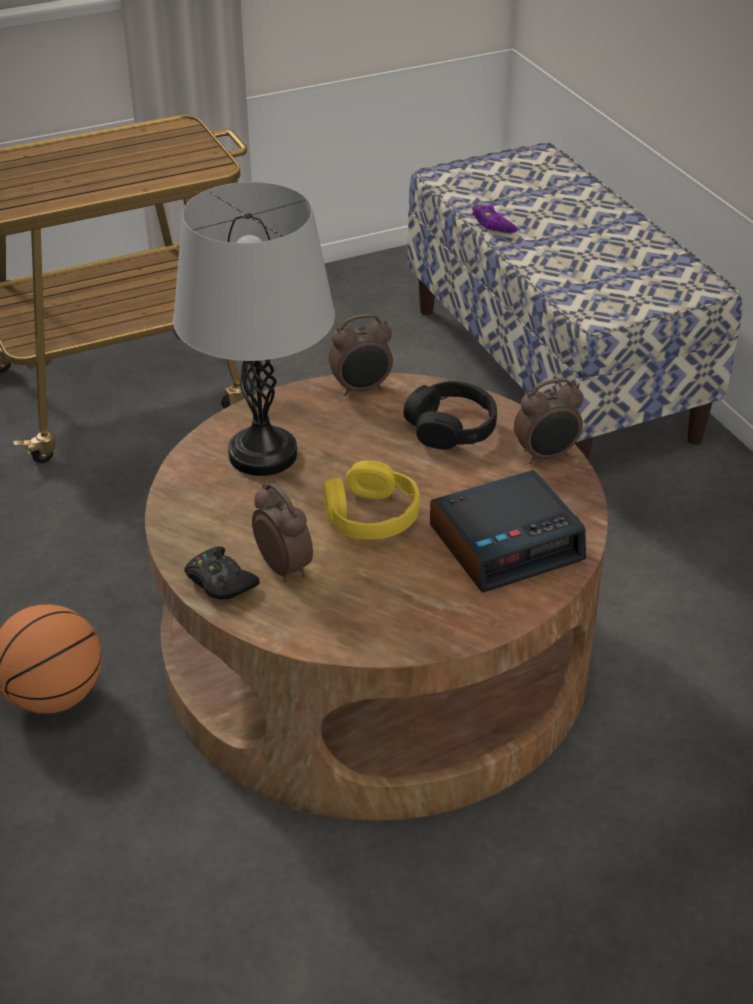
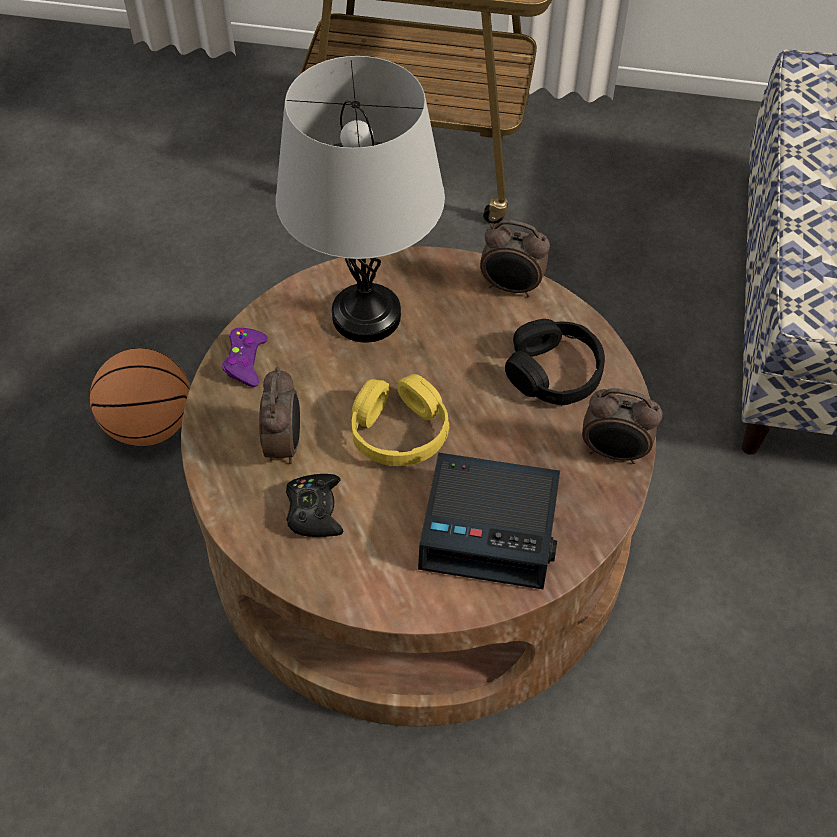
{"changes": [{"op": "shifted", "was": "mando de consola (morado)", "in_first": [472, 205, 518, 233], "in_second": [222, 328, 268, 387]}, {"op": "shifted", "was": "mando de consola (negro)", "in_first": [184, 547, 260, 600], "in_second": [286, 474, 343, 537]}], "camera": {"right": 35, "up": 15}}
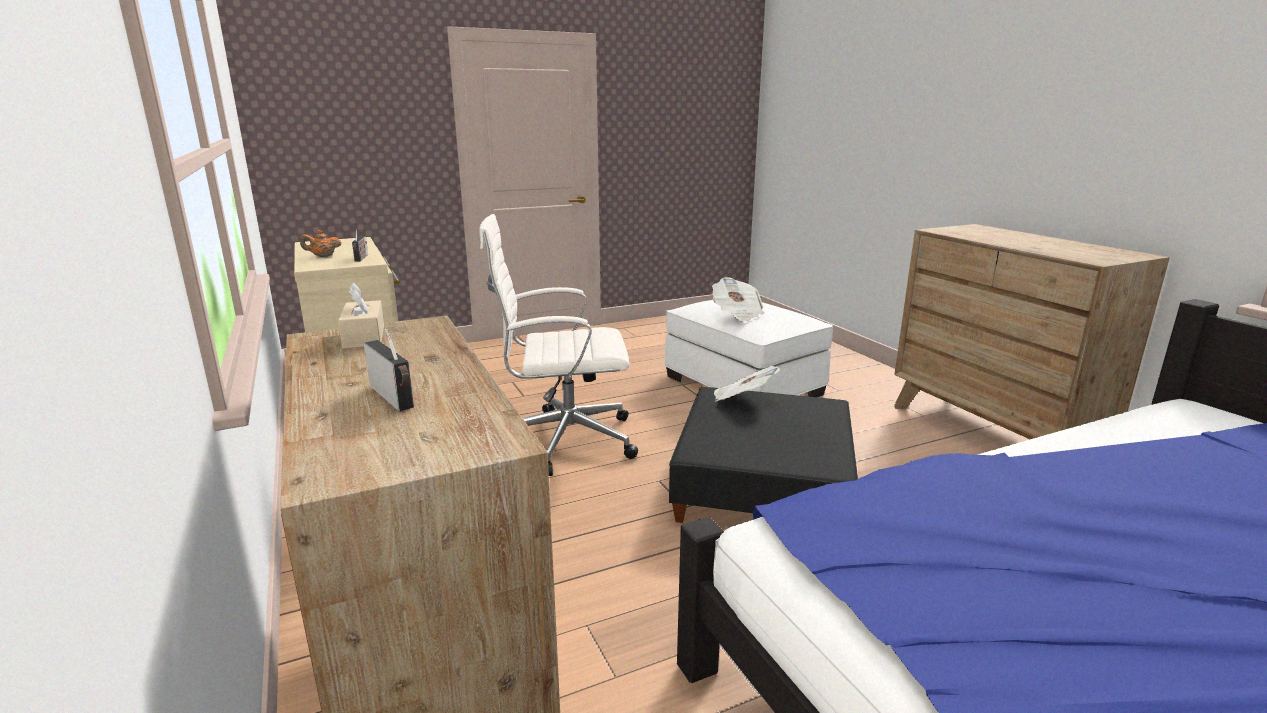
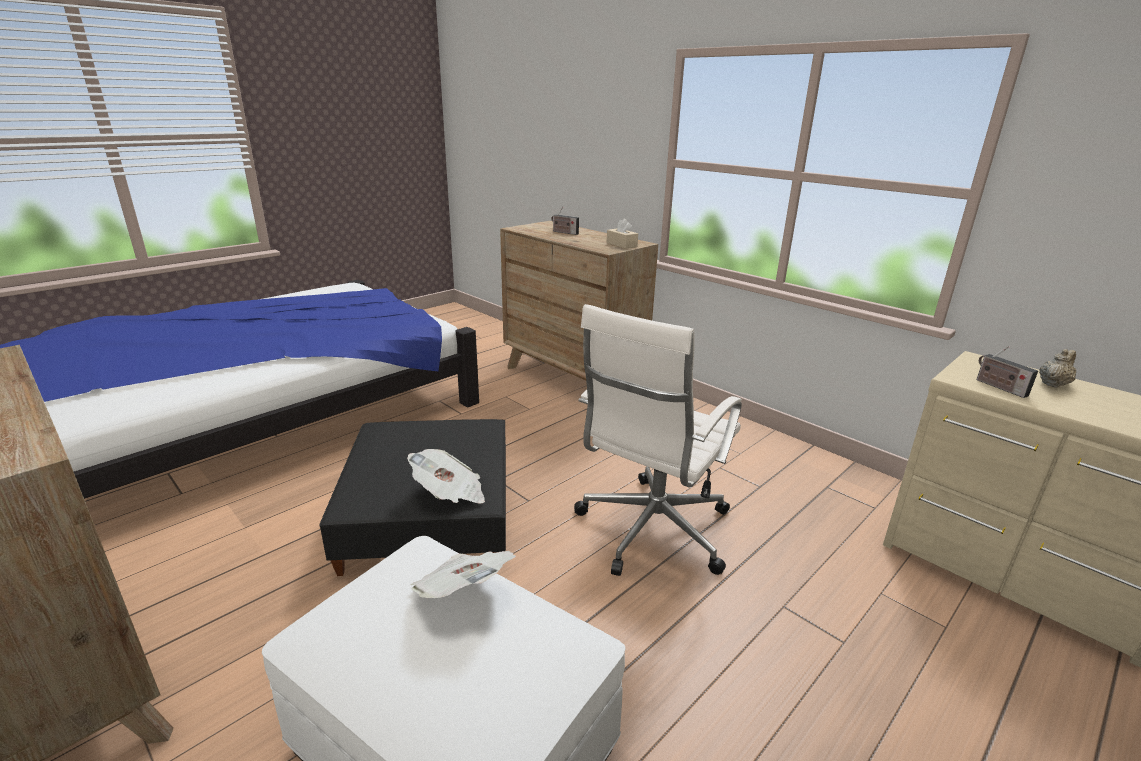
{"changes": [{"op": "rotated", "was": "silla de oficina (blanco)", "in_first": [479, 214, 638, 476], "in_second": [574, 304, 742, 576], "clockwise": 150}, {"op": "repainted", "was": "tetera (naranja)", "now": "tetera (beis)", "in_first": [300, 230, 341, 257], "in_second": [1039, 349, 1076, 388]}], "camera": {"right": 160, "up": 5}}
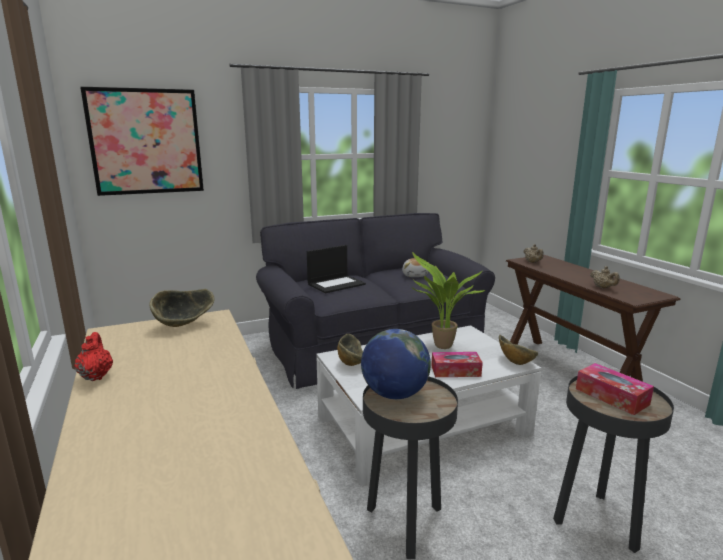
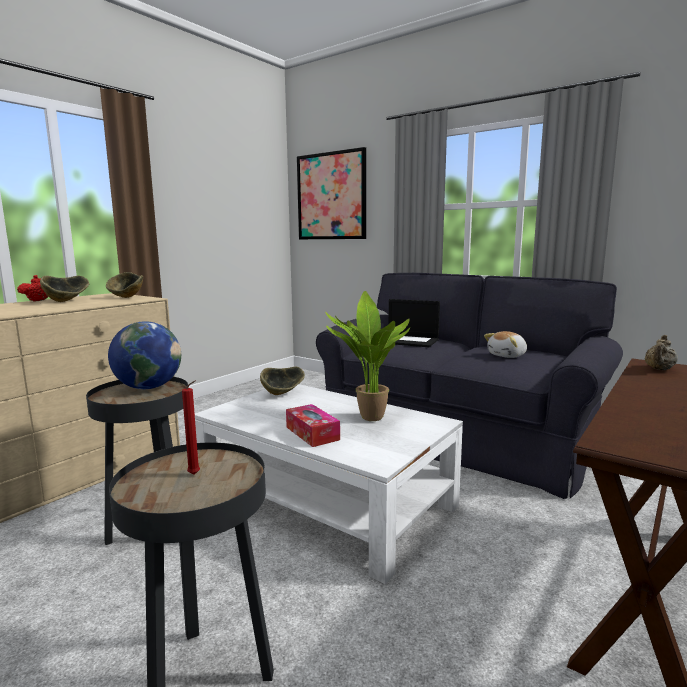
{"changes": [{"op": "gone", "was": "tetera (beis)", "in_first": [590, 266, 619, 288]}, {"op": "shifted", "was": "cuenco", "in_first": [499, 335, 538, 365], "in_second": [40, 276, 89, 302]}, {"op": "swapped", "was": "caja de pañuelos", "now": "vela (rojo)", "in_first": [576, 363, 654, 415], "in_second": [182, 380, 200, 474]}], "camera": {"right": 60, "up": -5}}
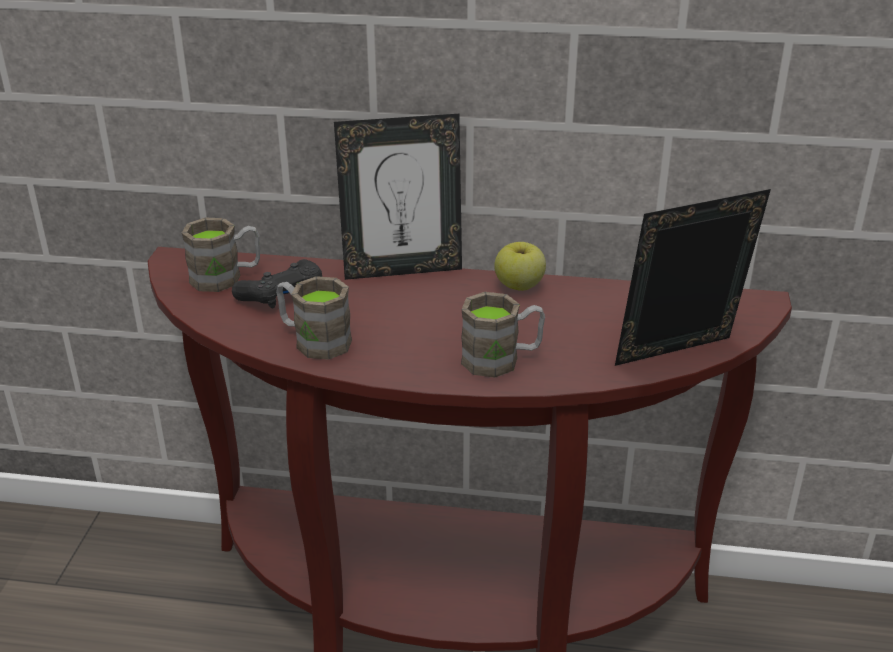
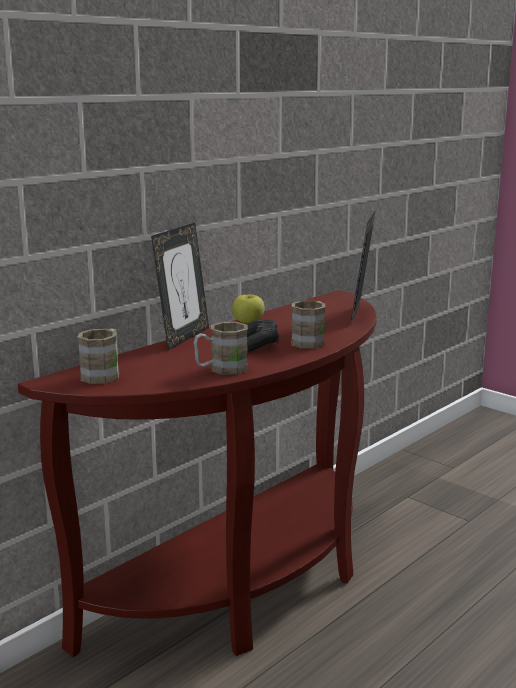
{"changes": [{"op": "shifted", "was": "mando de consola (negro)", "in_first": [232, 259, 322, 308], "in_second": [246, 319, 279, 352]}], "camera": {"right": -55, "up": -15}}
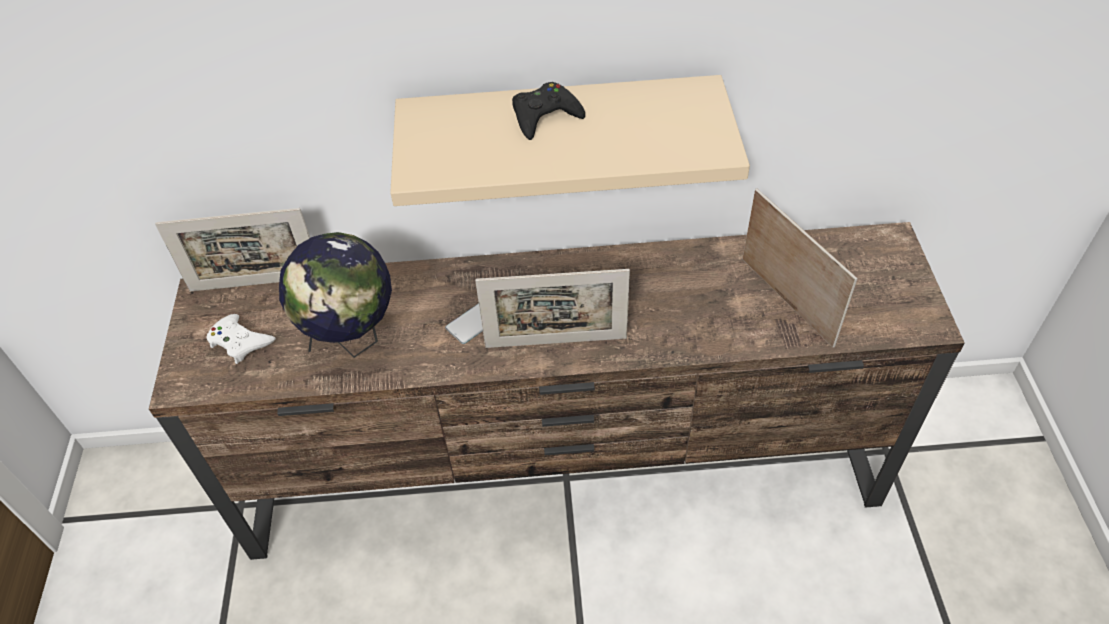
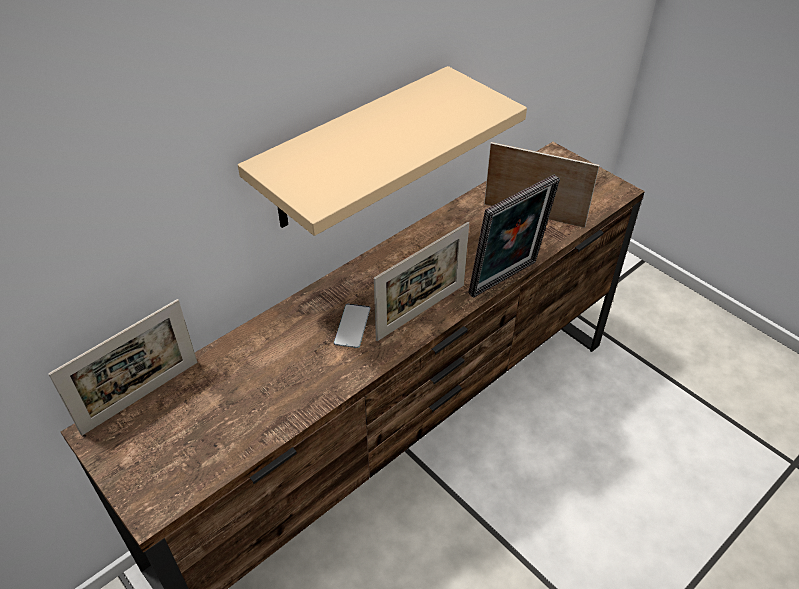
{"changes": [{"op": "gone", "was": "mando de consola (negro)", "in_first": [512, 82, 585, 140]}, {"op": "gone", "was": "globo terráqueo", "in_first": [279, 232, 392, 358]}, {"op": "gone", "was": "mando de consola (blanco)", "in_first": [206, 314, 275, 364]}, {"op": "new", "now": "portarretratos", "in_second": [469, 175, 560, 298]}], "camera": {"right": -40, "up": -5}}
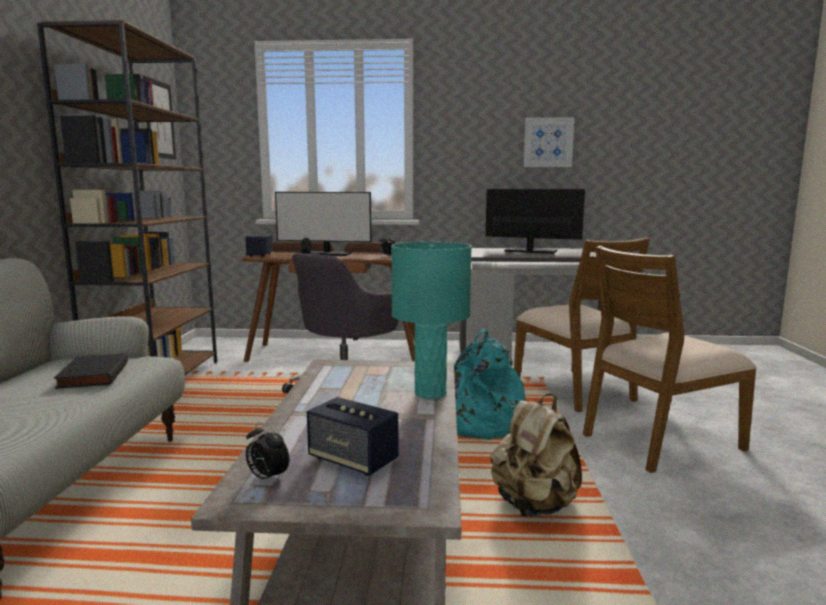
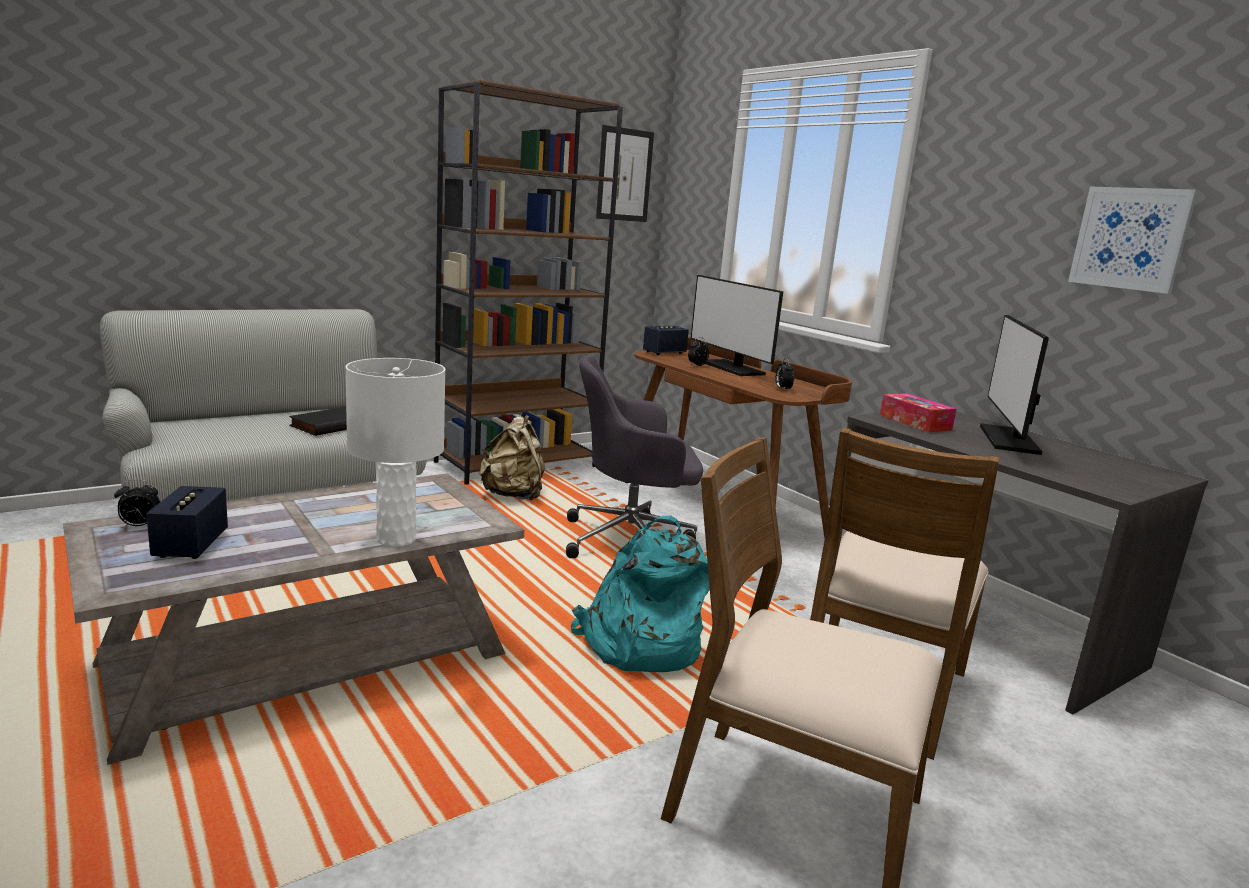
{"changes": [{"op": "rotated", "was": "monitor", "in_first": [486, 189, 585, 254], "in_second": [980, 315, 1049, 455], "clockwise": -150}, {"op": "repainted", "was": "lámpara de mesa (turquesa)", "now": "lámpara de mesa (blanco)", "in_first": [391, 242, 472, 399], "in_second": [345, 358, 446, 547]}, {"op": "shifted", "was": "mochila (beis)", "in_first": [491, 394, 582, 517], "in_second": [479, 415, 545, 501]}, {"op": "rotated", "was": "despertador", "in_first": [246, 423, 289, 483], "in_second": [114, 479, 160, 528], "clockwise": -105}, {"op": "new", "now": "caja de pañuelos", "in_second": [880, 393, 956, 432]}], "camera": {"right": 50, "up": 5}}
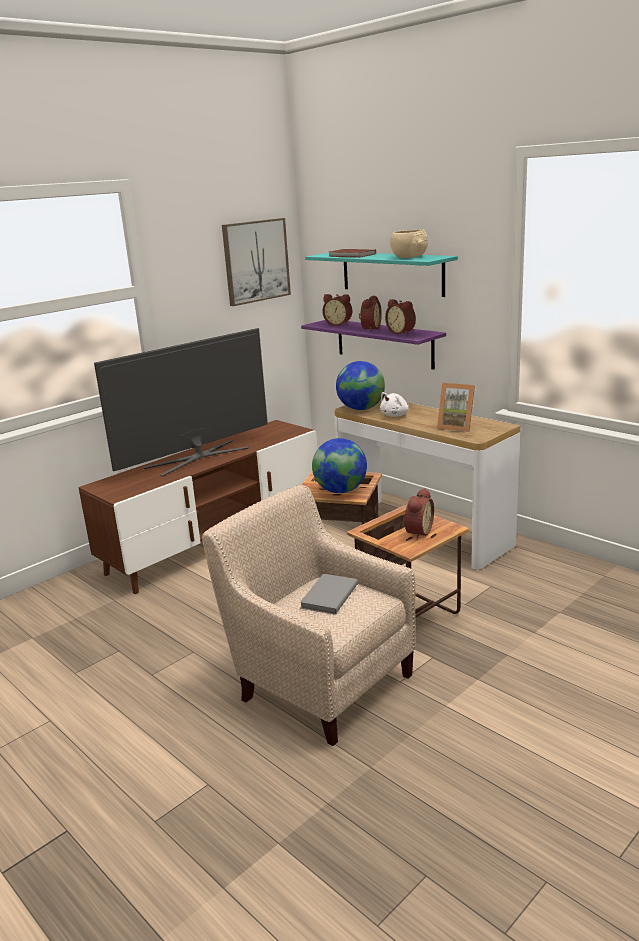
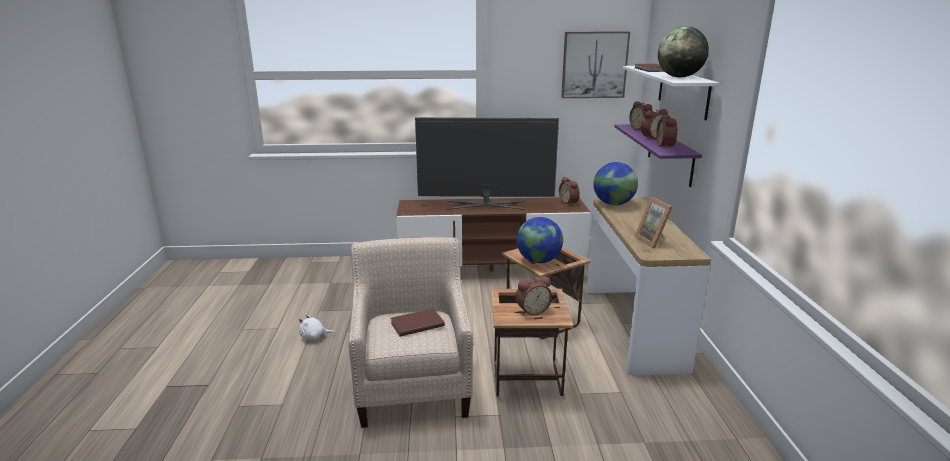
{"changes": [{"op": "swapped", "was": "cuenco (beis)", "now": "globo terráqueo", "in_first": [390, 230, 428, 258], "in_second": [658, 26, 709, 77]}, {"op": "repainted", "was": "estante (turquesa)", "now": "estante (blanco)", "in_first": [305, 253, 458, 297], "in_second": [623, 66, 719, 121]}, {"op": "shifted", "was": "peluche (blanco)", "in_first": [380, 392, 409, 417], "in_second": [299, 314, 335, 340]}, {"op": "repainted", "was": "libro (gris)", "now": "libro (marrón)", "in_first": [300, 574, 358, 615], "in_second": [390, 308, 445, 337]}, {"op": "new", "now": "despertador", "in_second": [559, 177, 580, 206]}], "camera": {"right": 40, "up": 0}}
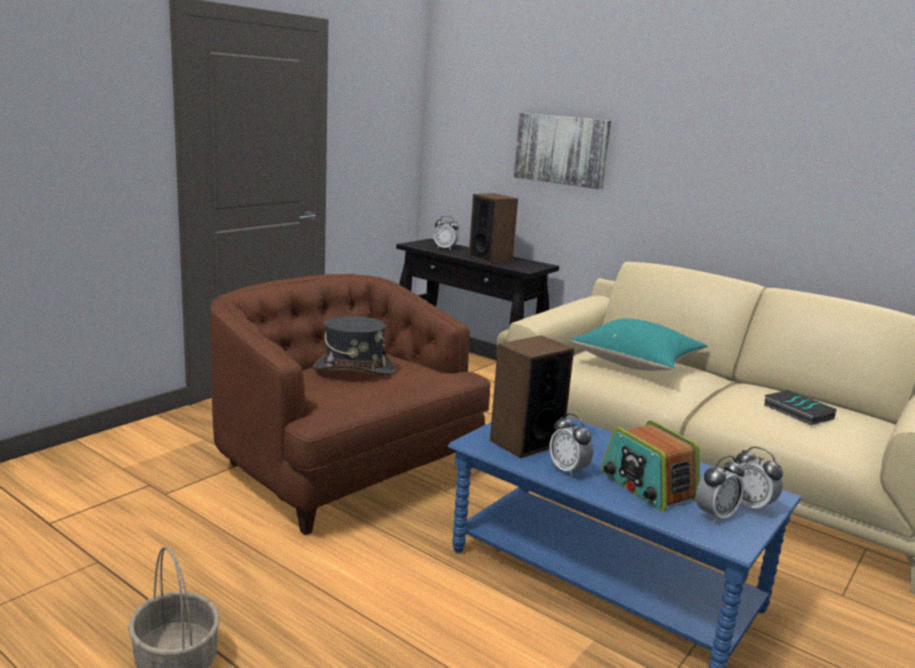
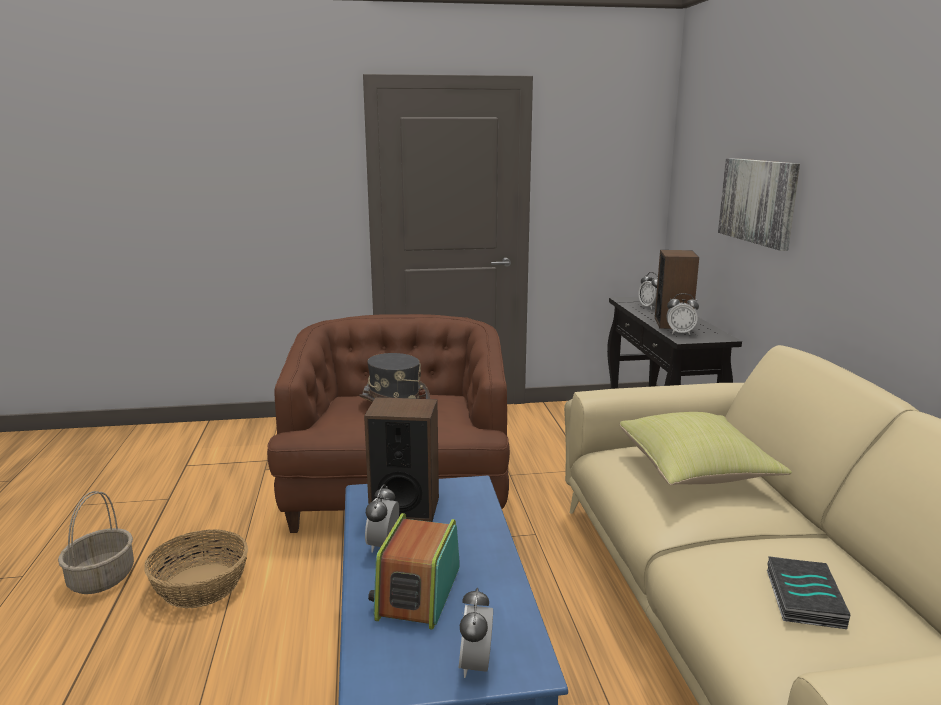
{"changes": [{"op": "repainted", "was": "cojín (turquesa)", "now": "cojín (amarillo)", "in_first": [571, 318, 707, 371], "in_second": [620, 412, 792, 485]}, {"op": "shifted", "was": "despertador", "in_first": [696, 456, 745, 523], "in_second": [666, 293, 699, 335]}, {"op": "new", "now": "cesta", "in_second": [144, 530, 248, 608]}], "camera": {"right": 45, "up": 0}}
